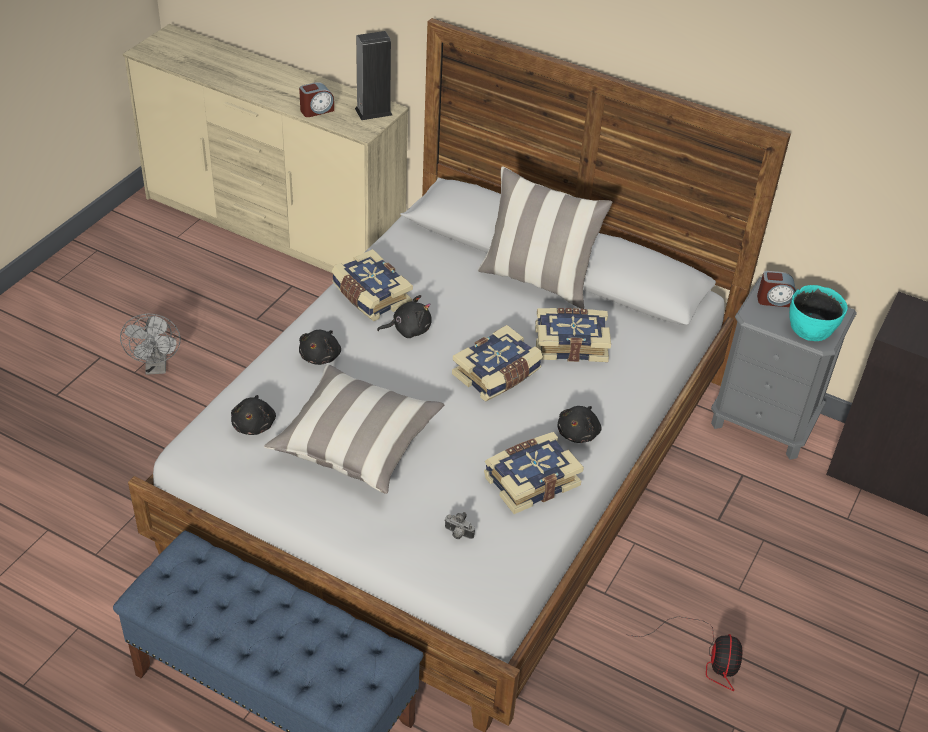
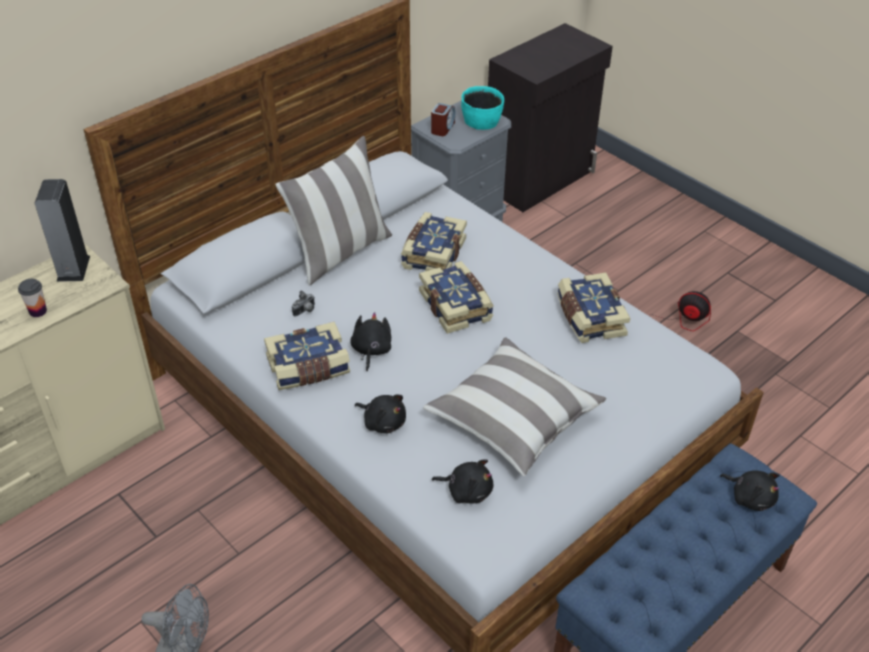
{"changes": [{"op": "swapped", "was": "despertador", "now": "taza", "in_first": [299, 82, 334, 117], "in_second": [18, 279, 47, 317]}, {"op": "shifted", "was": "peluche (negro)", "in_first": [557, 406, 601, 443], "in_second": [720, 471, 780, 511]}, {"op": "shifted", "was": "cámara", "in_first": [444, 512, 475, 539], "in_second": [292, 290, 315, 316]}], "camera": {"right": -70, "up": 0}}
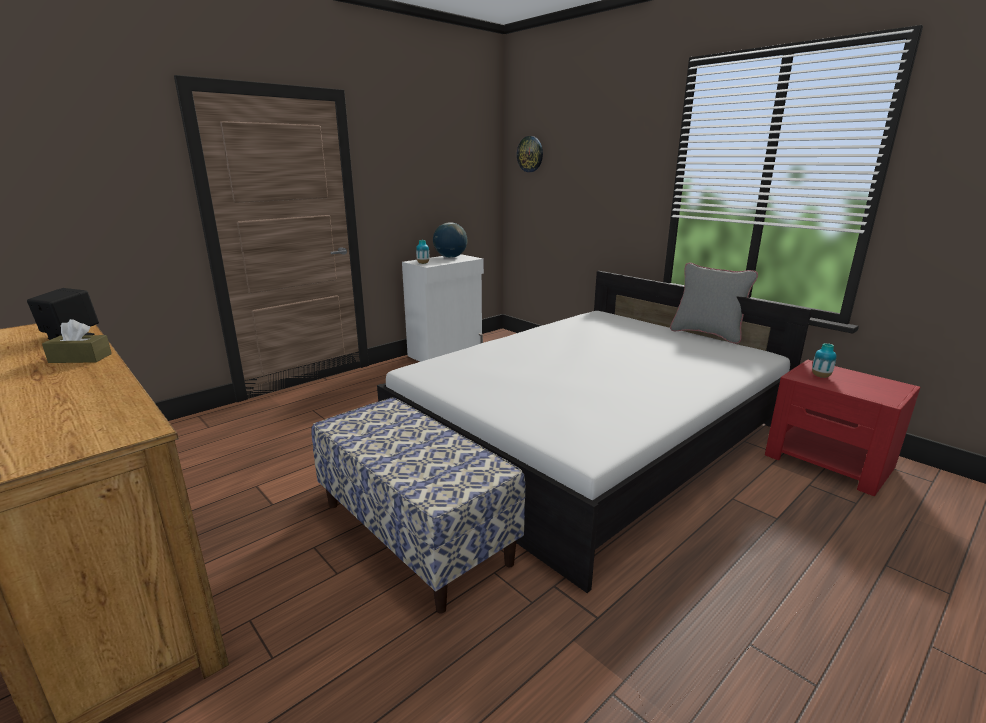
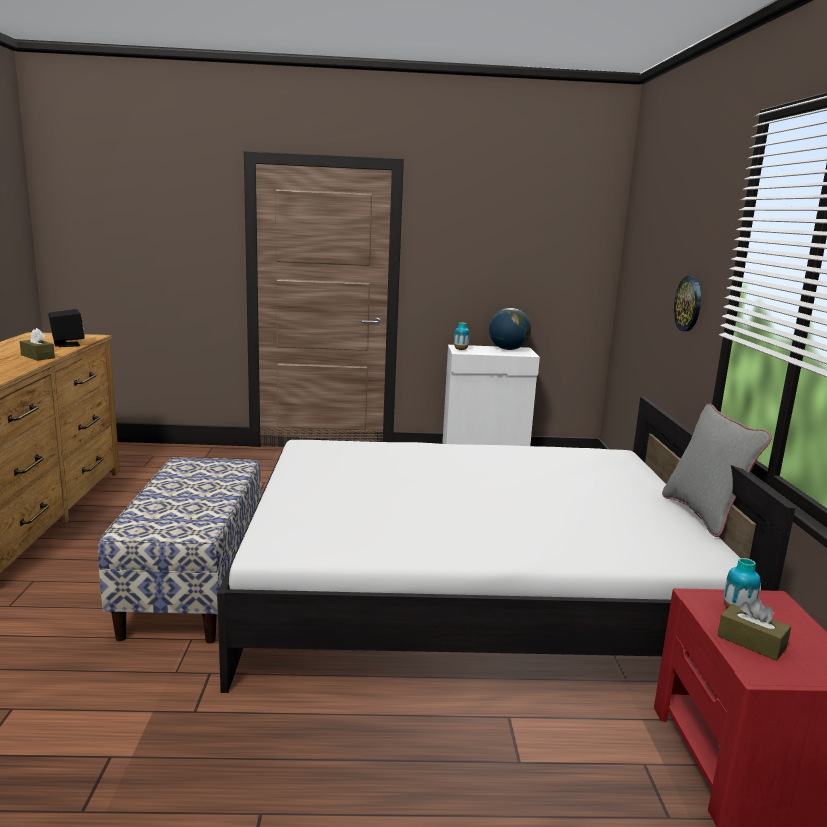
{"changes": [{"op": "shifted", "was": "reloj de pared", "in_first": [517, 136, 543, 172], "in_second": [674, 276, 701, 331]}, {"op": "new", "now": "caja de pañuelos (marrón)", "in_second": [717, 599, 791, 661]}], "camera": {"right": 40, "up": -5}}
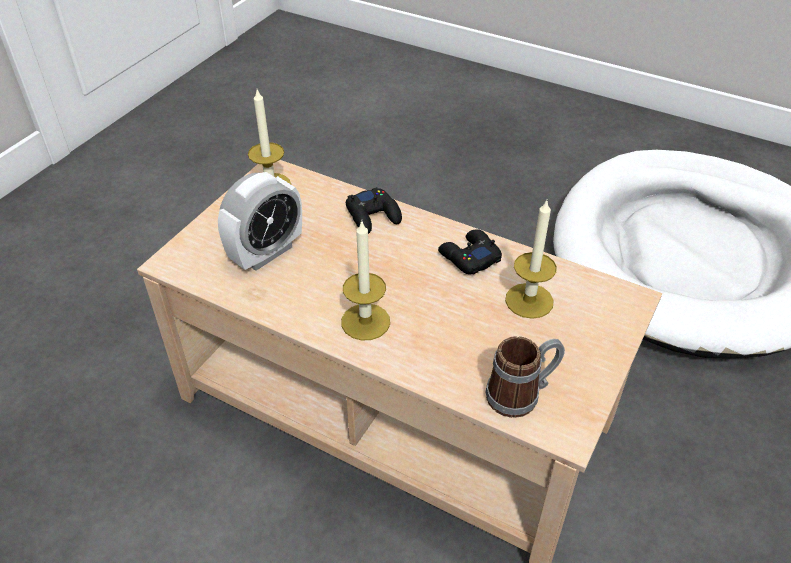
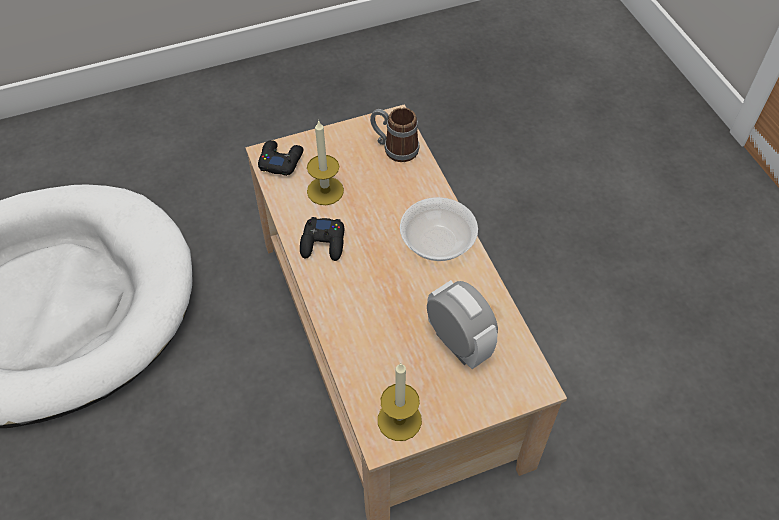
{"changes": [{"op": "rotated", "was": "despertador", "in_first": [218, 172, 302, 271], "in_second": [427, 280, 498, 369], "clockwise": 60}, {"op": "shifted", "was": "mando de consola (negro)", "in_first": [346, 187, 402, 234], "in_second": [258, 140, 303, 176]}, {"op": "swapped", "was": "vela", "now": "cuenco", "in_first": [341, 220, 390, 341], "in_second": [400, 197, 478, 261]}], "camera": {"right": -140, "up": 10}}
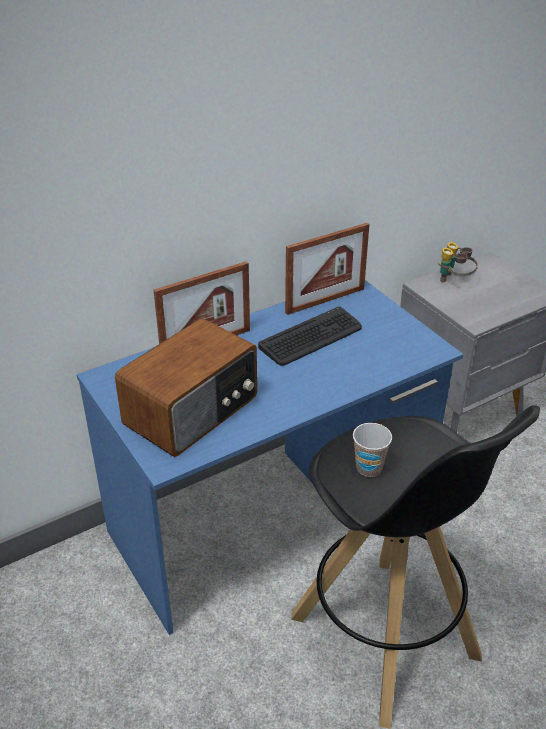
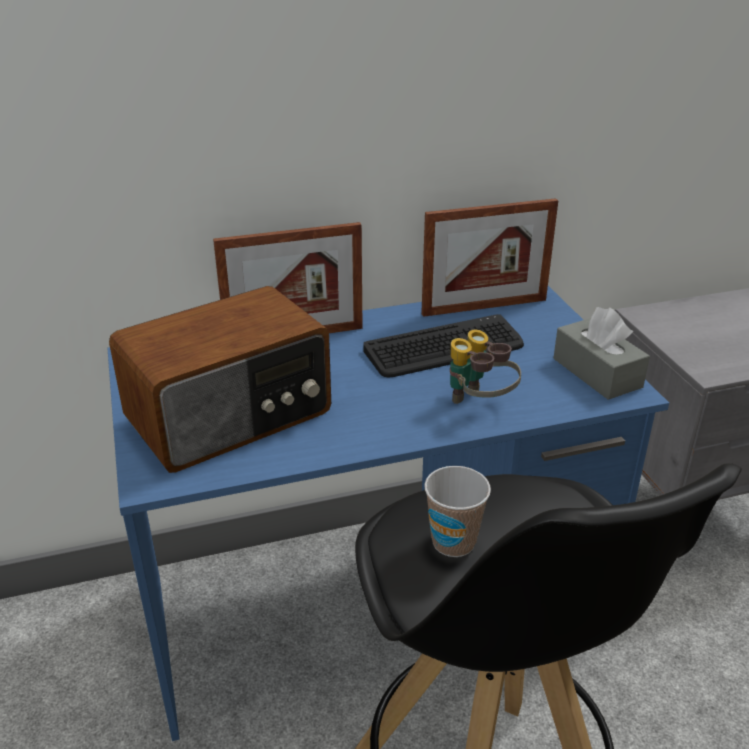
{"changes": [{"op": "shifted", "was": "prismáticos", "in_first": [438, 242, 478, 283], "in_second": [450, 330, 521, 404]}, {"op": "new", "now": "caja de pañuelos (gris)", "in_second": [553, 307, 650, 400]}], "camera": {"right": 15, "up": -5}}
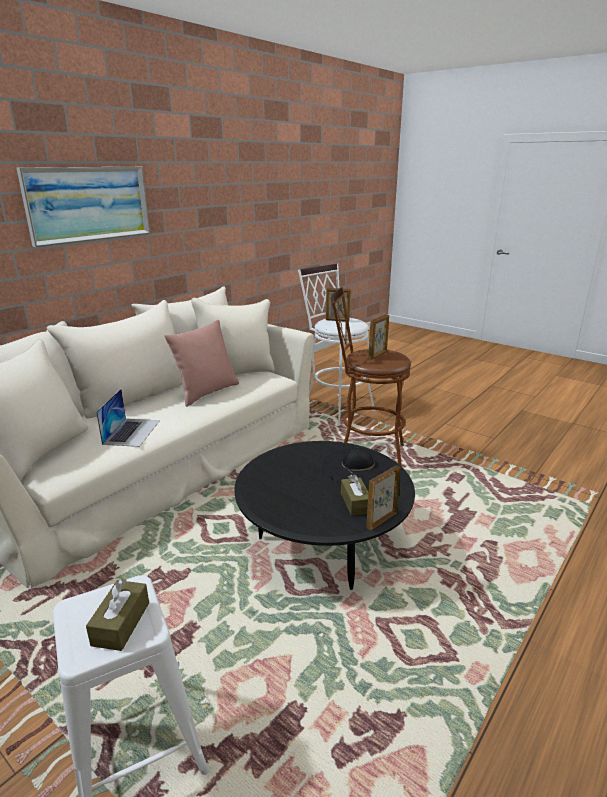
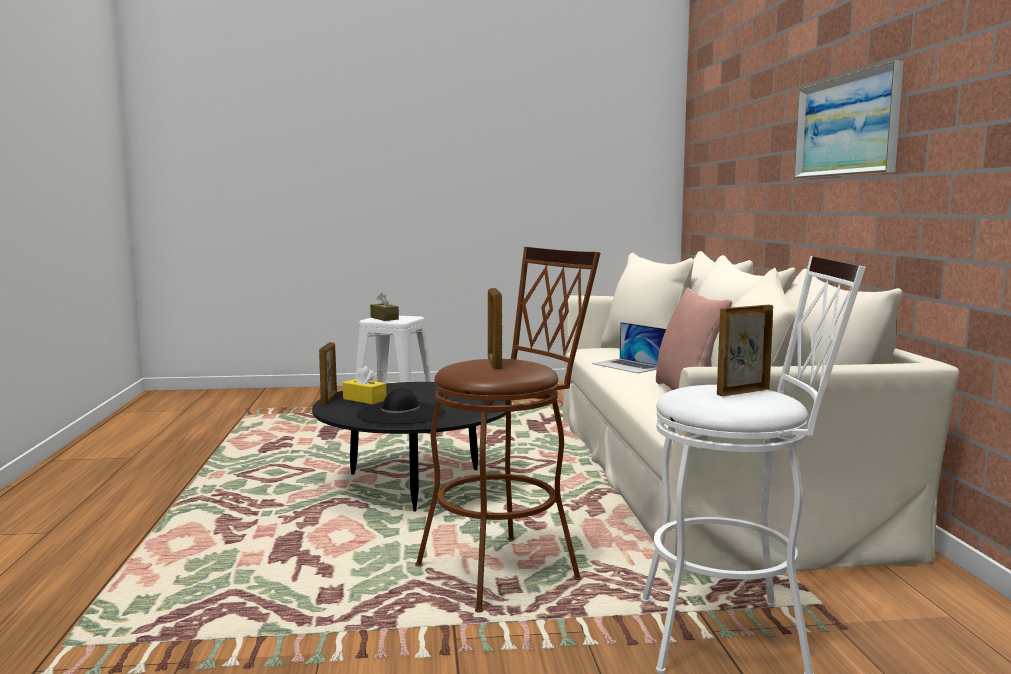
{"changes": [{"op": "repainted", "was": "caja de pañuelos (marrón)", "now": "caja de pañuelos (amarillo)", "in_first": [341, 474, 368, 516], "in_second": [343, 366, 387, 404]}], "camera": {"right": 135, "up": -15}}
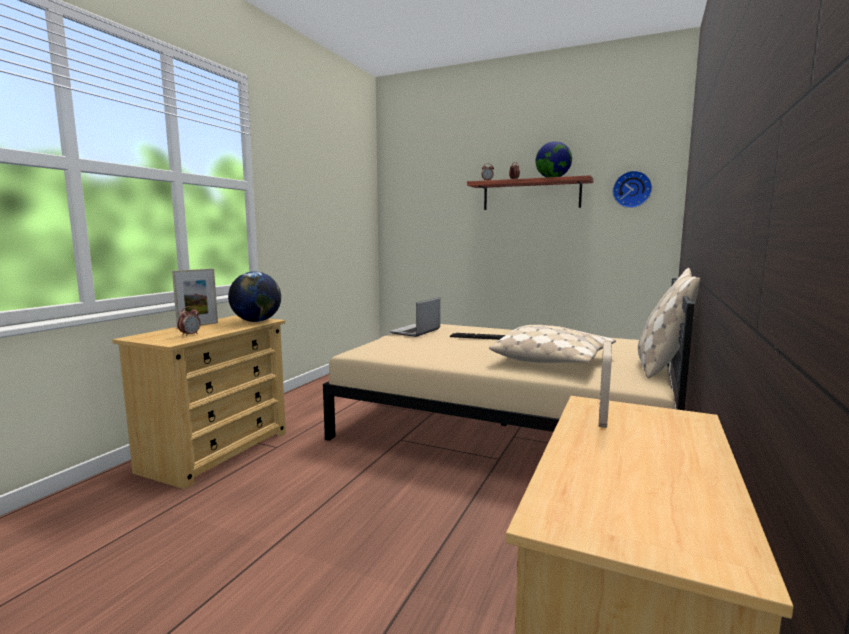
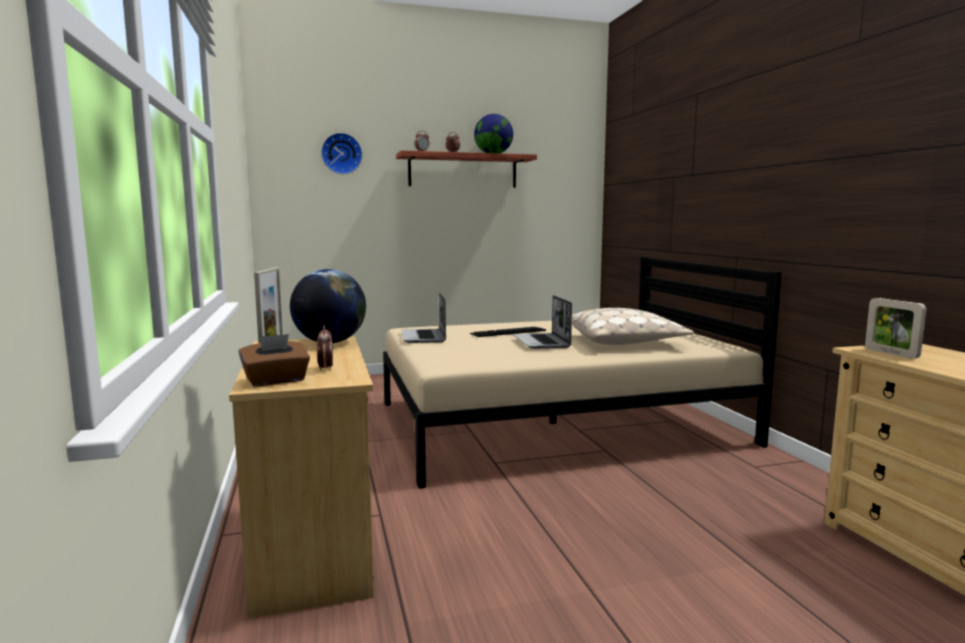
{"changes": [{"op": "shifted", "was": "reloj de pared", "in_first": [613, 171, 652, 208], "in_second": [321, 133, 363, 174]}, {"op": "gone", "was": "cojín (beis)", "in_first": [638, 268, 700, 378]}, {"op": "new", "now": "portátil", "in_second": [514, 295, 572, 349]}, {"op": "new", "now": "caja de pañuelos (marrón)", "in_second": [239, 334, 310, 387]}], "camera": {"right": -40, "up": 0}}
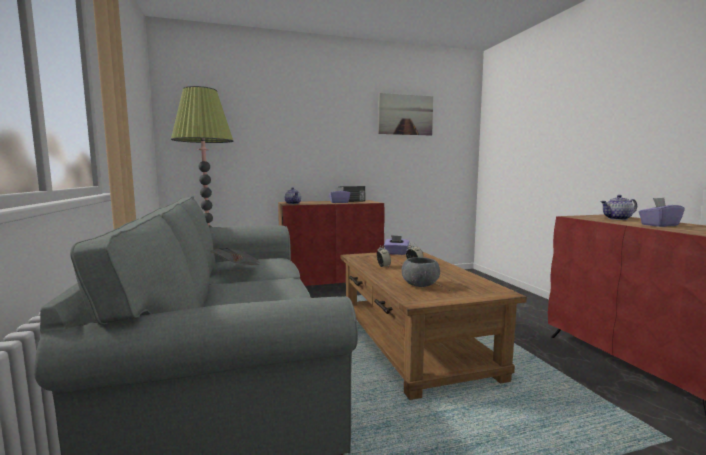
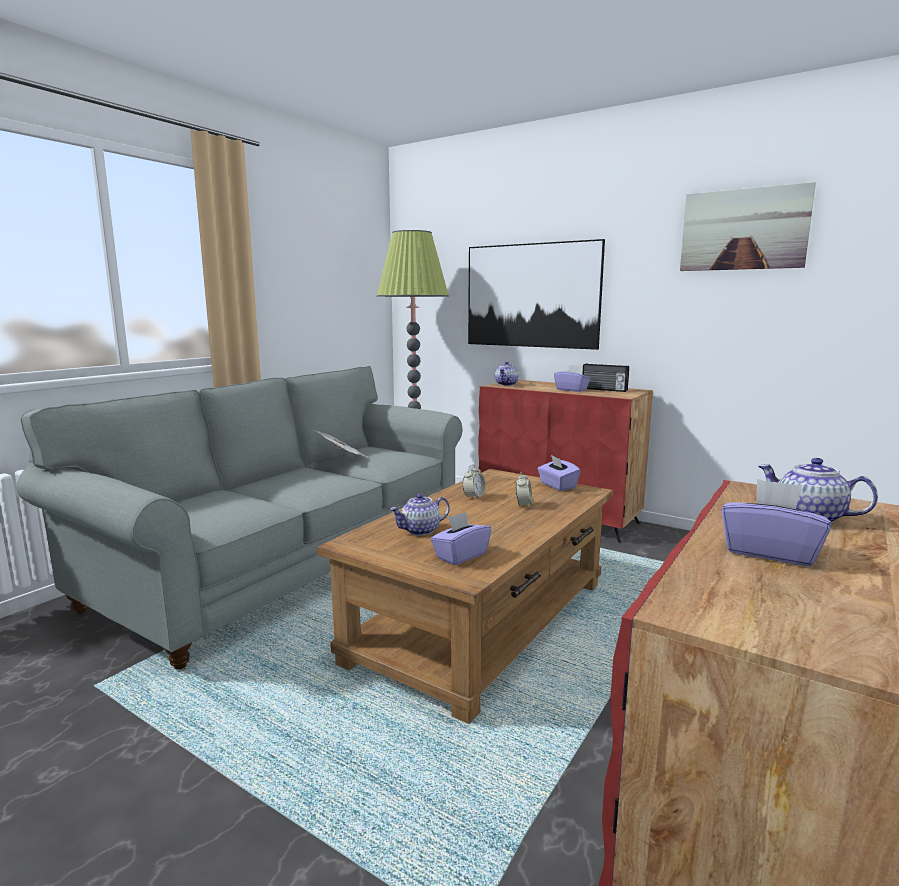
{"changes": [{"op": "swapped", "was": "cuenco (gris)", "now": "tetera", "in_first": [402, 257, 440, 287], "in_second": [390, 494, 450, 536]}, {"op": "new", "now": "cuadro", "in_second": [468, 239, 605, 350]}, {"op": "new", "now": "caja de pañuelos (morado)", "in_second": [431, 512, 491, 565]}], "camera": {"right": 50, "up": 5}}
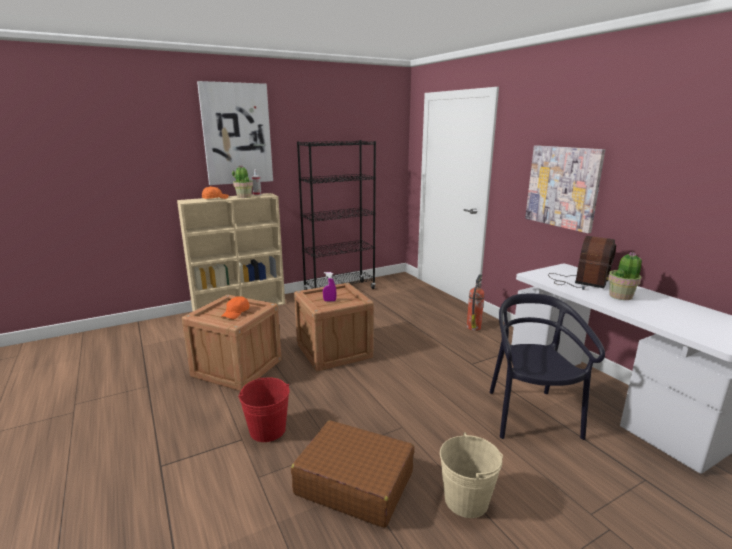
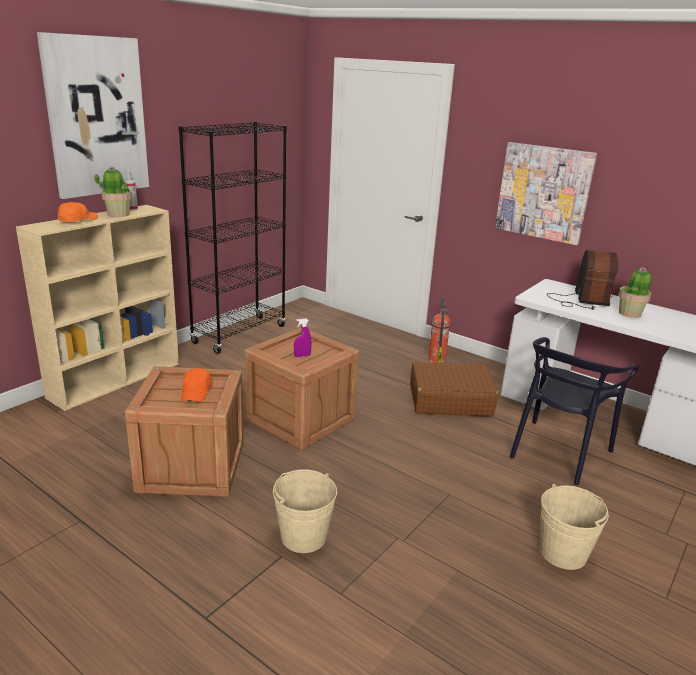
{"changes": [{"op": "rotated", "was": "silla (negro)", "in_first": [489, 294, 605, 440], "in_second": [510, 337, 639, 485], "clockwise": -120}, {"op": "repainted", "was": "cubo (rojo)", "now": "cubo (beis)", "in_first": [238, 377, 290, 442], "in_second": [273, 469, 337, 553]}, {"op": "shifted", "was": "maleta (marrón)", "in_first": [291, 421, 414, 528], "in_second": [410, 362, 499, 416]}], "camera": {"right": -25, "up": 5}}
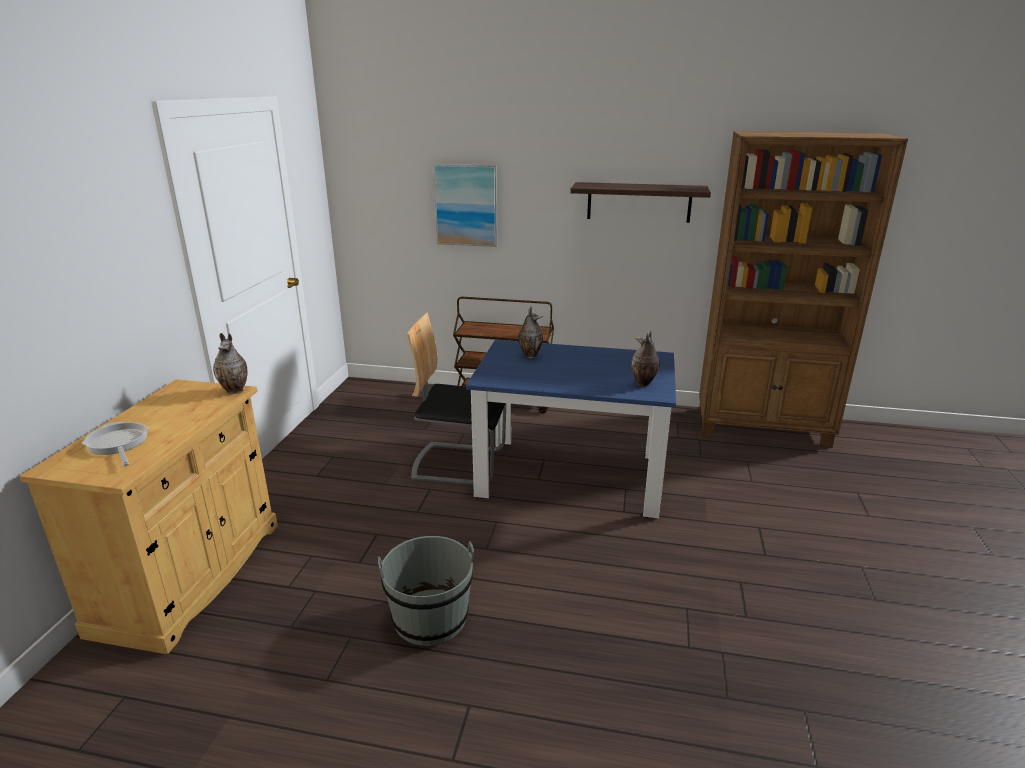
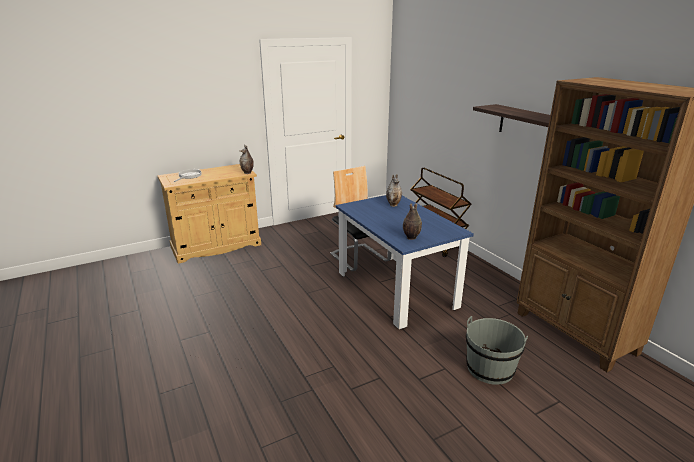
{"changes": [{"op": "gone", "was": "cuadro", "in_first": [433, 163, 498, 247]}, {"op": "shifted", "was": "cubo (gris)", "in_first": [378, 536, 474, 646], "in_second": [466, 316, 528, 385]}], "camera": {"right": 50, "up": 0}}
